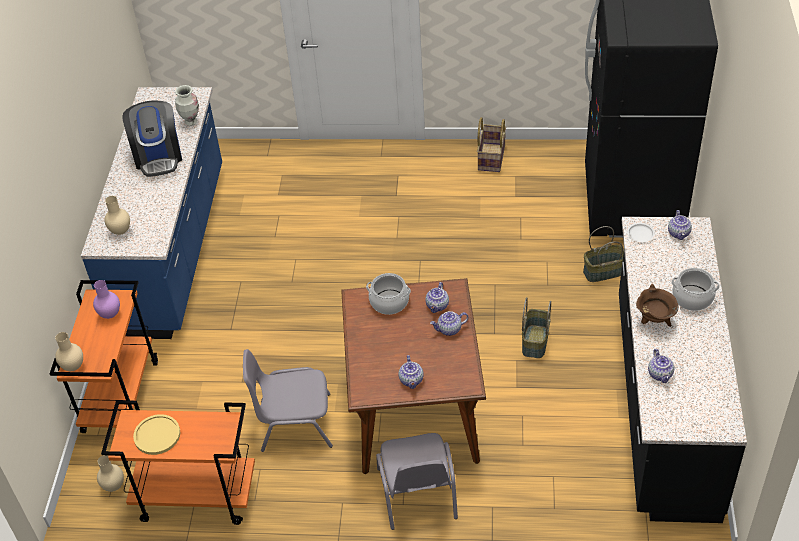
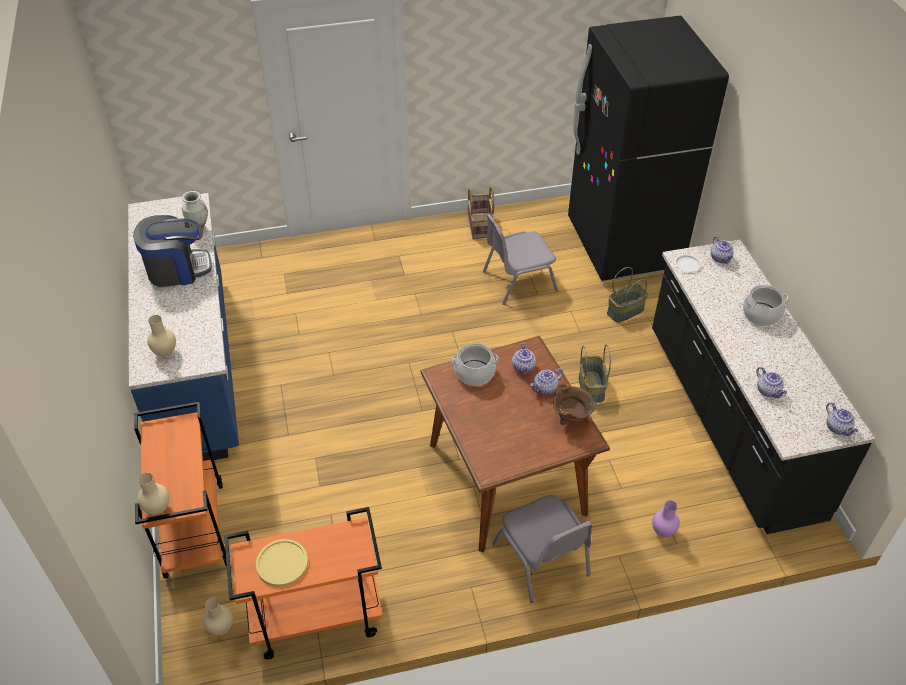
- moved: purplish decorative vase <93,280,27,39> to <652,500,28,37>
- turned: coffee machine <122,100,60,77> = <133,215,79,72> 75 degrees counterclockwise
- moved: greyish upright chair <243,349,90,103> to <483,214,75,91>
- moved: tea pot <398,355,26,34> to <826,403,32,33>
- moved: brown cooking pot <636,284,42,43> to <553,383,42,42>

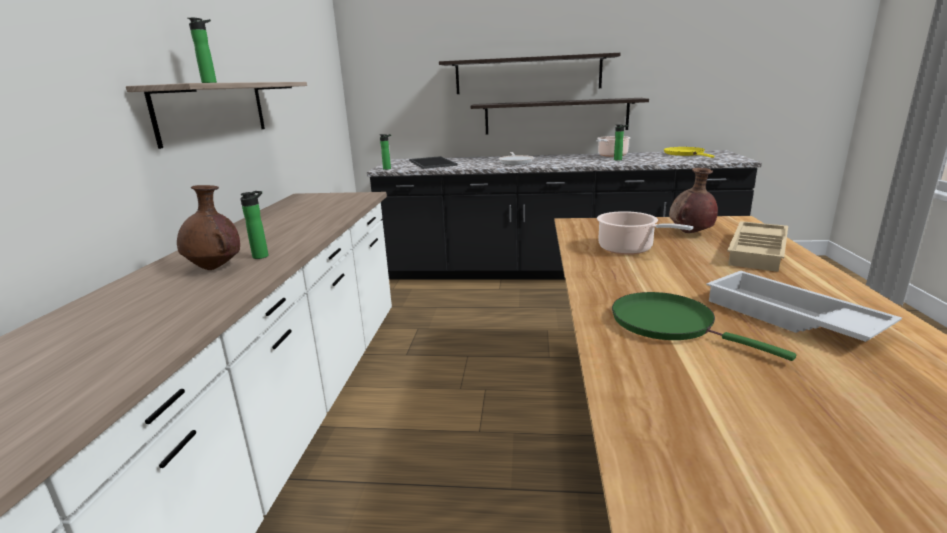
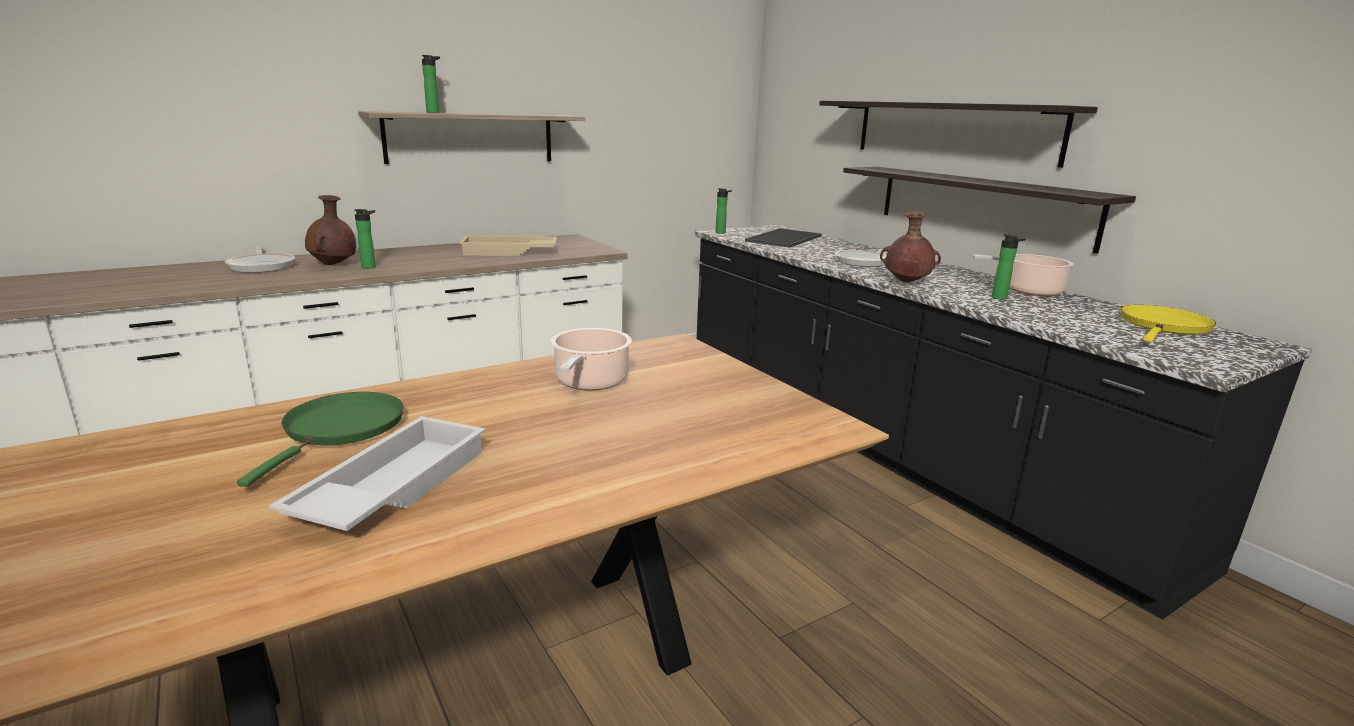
- moved: brown decorative vase <669,168,49,65> to <880,212,61,70>
- moved: sand-coloured serving tray <727,221,61,51> to <459,236,98,20>
- added: pan <225,246,70,27>

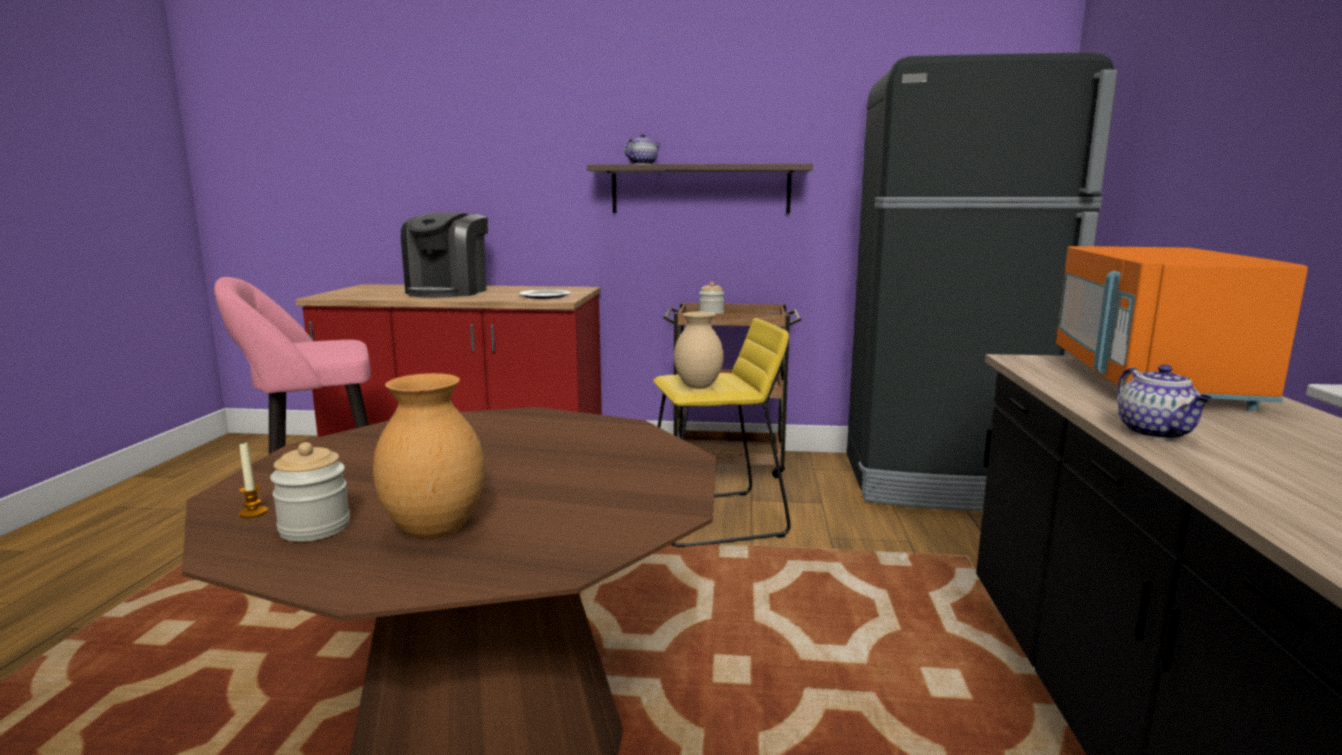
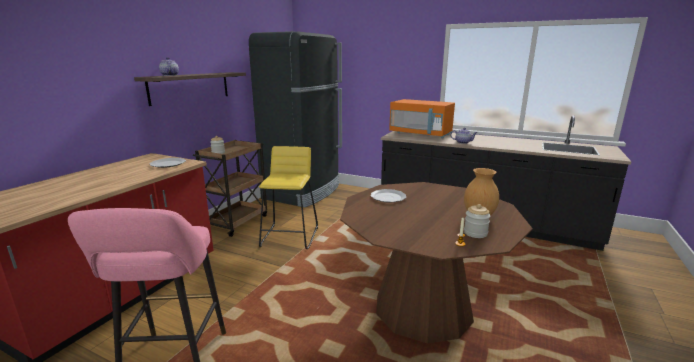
- removed: coffee machine <401,213,87,85>
- removed: sand-coloured decorative vase <674,312,50,77>
- added: flat dish <371,189,35,13>

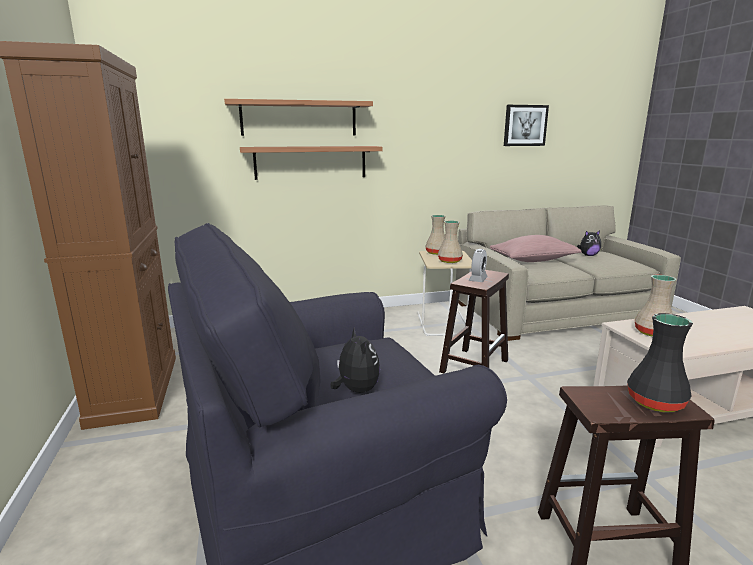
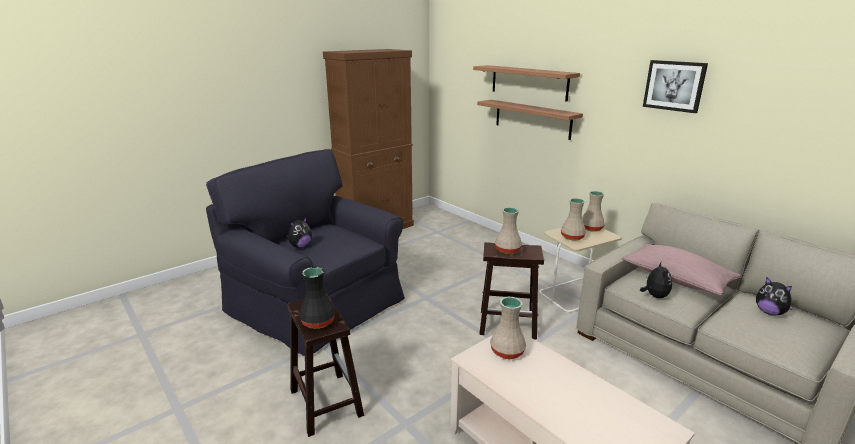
- replaced: alarm clock <469,249,19,33> to sand-coloured decorative vase <495,207,27,47>
- moved: picture <504,105,45,41> to <643,60,65,53>
- added: plush toy <640,261,32,37>

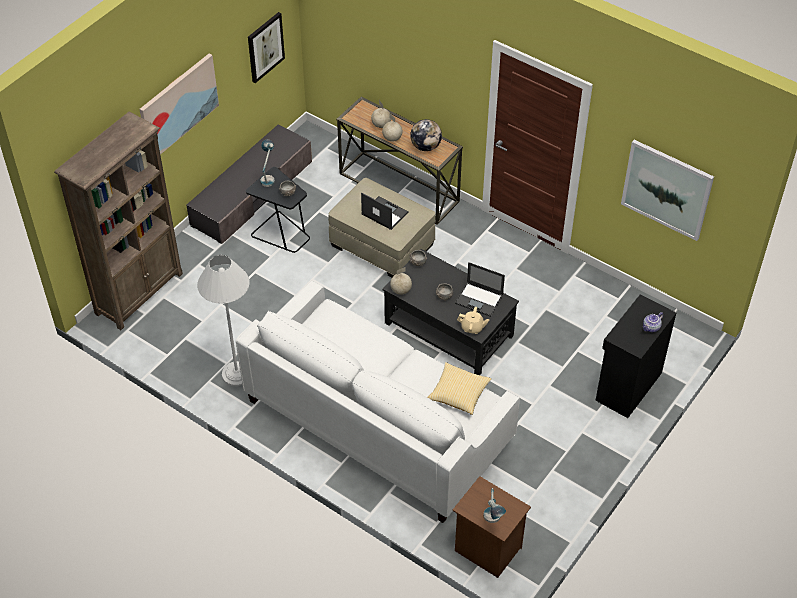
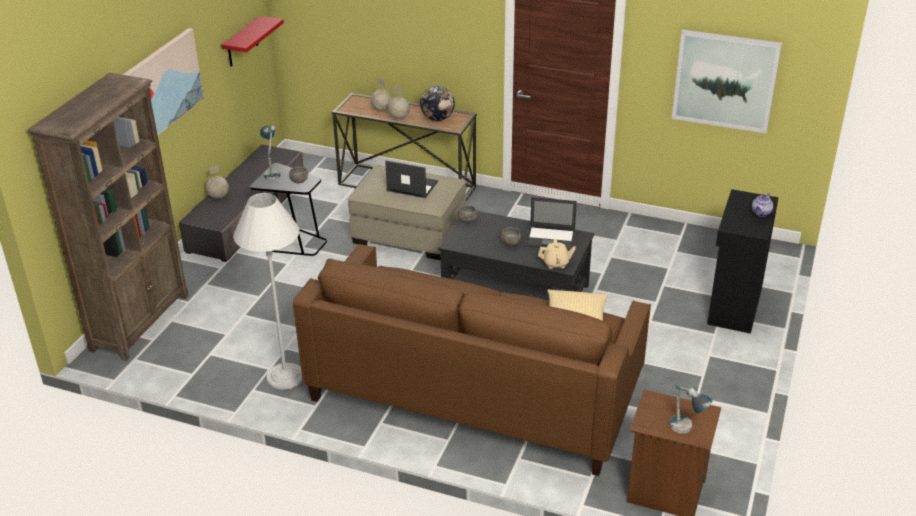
- recoloured: white couch <236,280,284,243> to brown couch <293,244,358,232>
- replaced: picture <248,12,37,71> to reddish shelf <222,16,62,51>
- moved: desk globe <390,267,22,28> to <205,165,24,34>

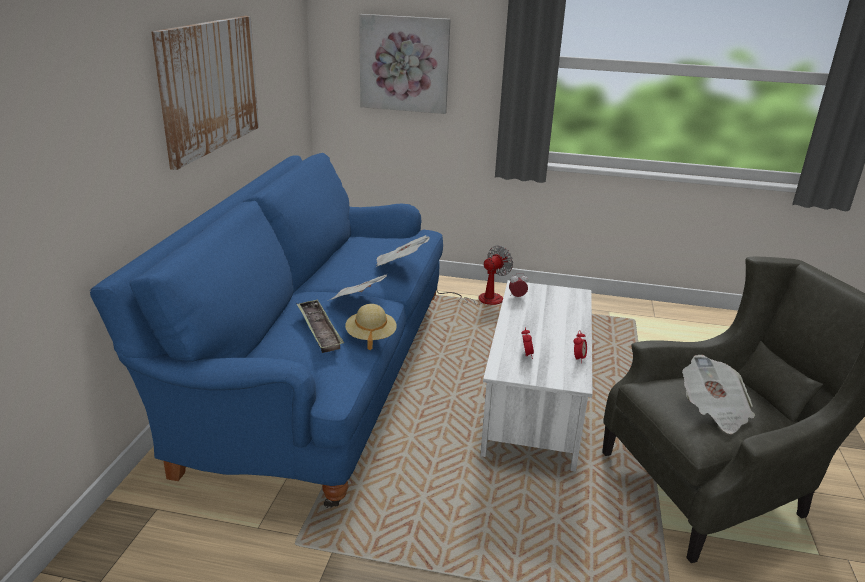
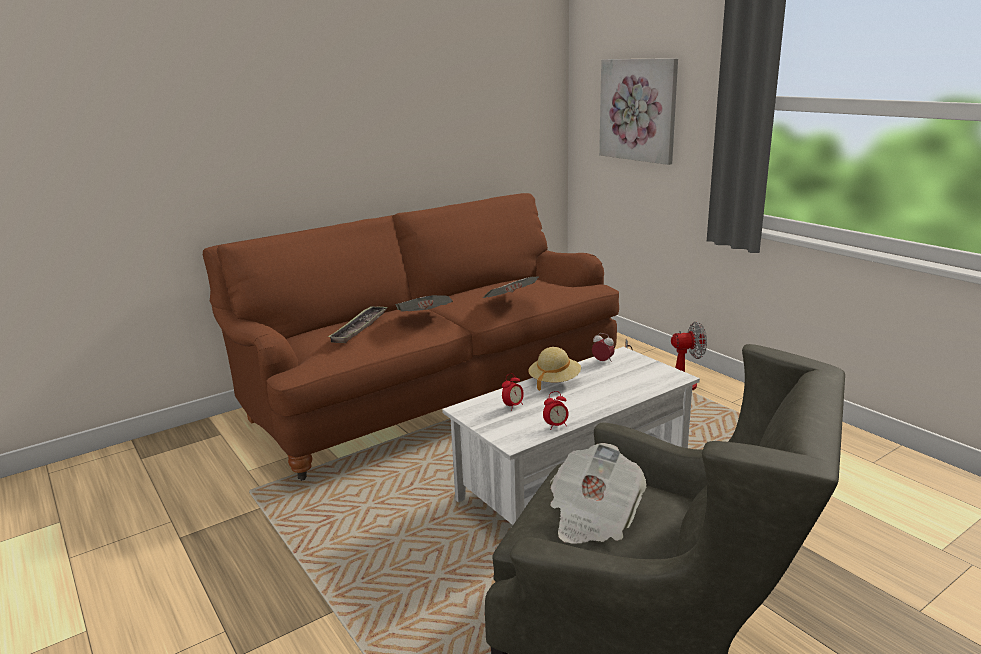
- recoloured: blue-coloured couch <90,153,353,355> to brown couch <203,193,416,288>
- removed: picture <151,16,108,154>
- moved: sand-coloured hat <345,304,52,46> to <528,347,53,44>

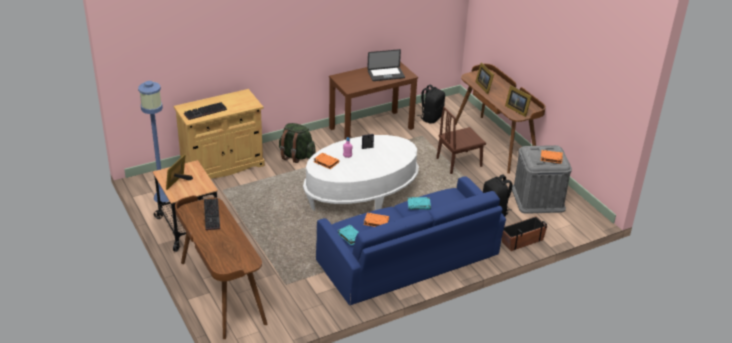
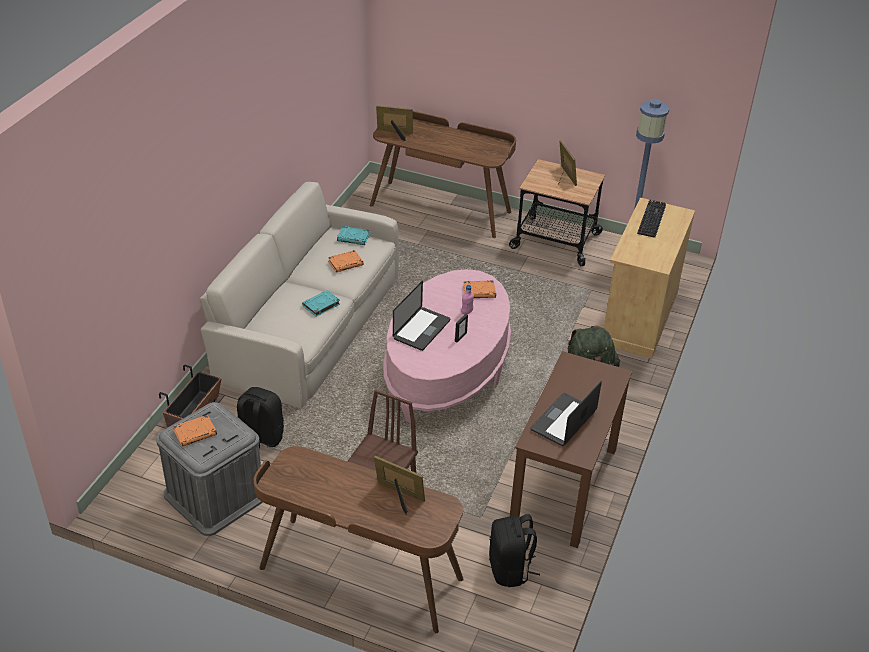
- removed: PC keyboard <204,198,16,32>
- recoloured: white coffee table <303,135,116,76> to pink coffee table <383,269,128,155>
- recoloured: blue-coloured couch <316,176,190,129> to sand-coloured couch <200,182,199,226>
- moved: photo frame <505,85,27,32> to <376,105,37,36>
- added: portable computer <393,281,57,70>

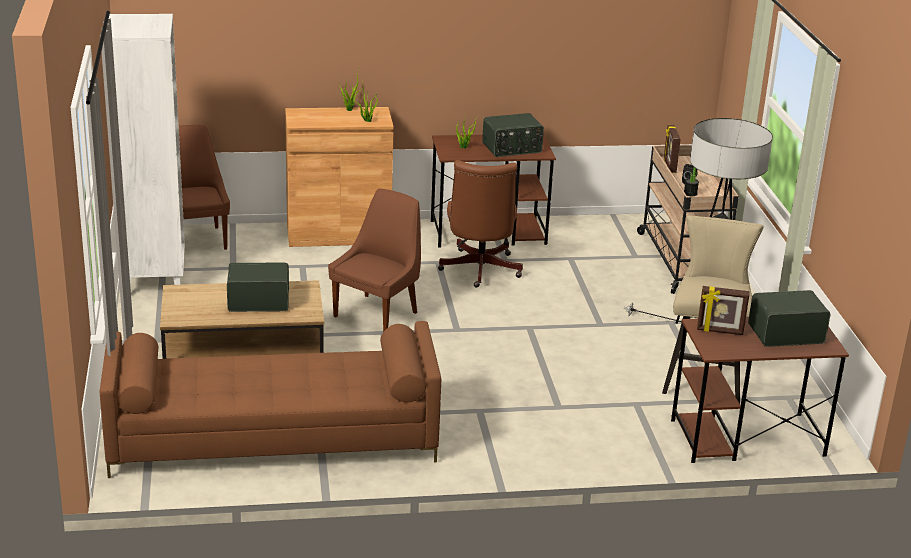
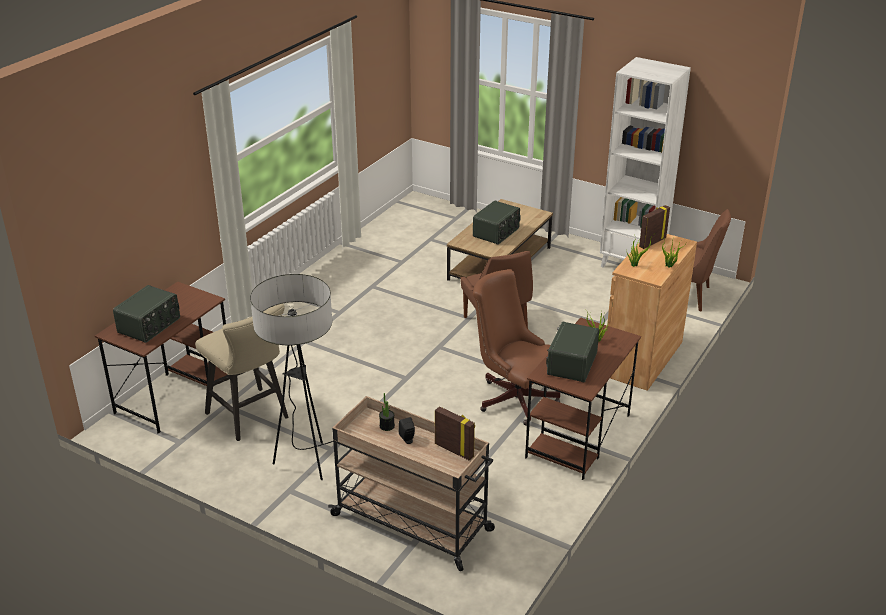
- removed: brown couch <100,321,341,157>
- moved: photo frame <697,286,52,49> to <639,205,31,44>

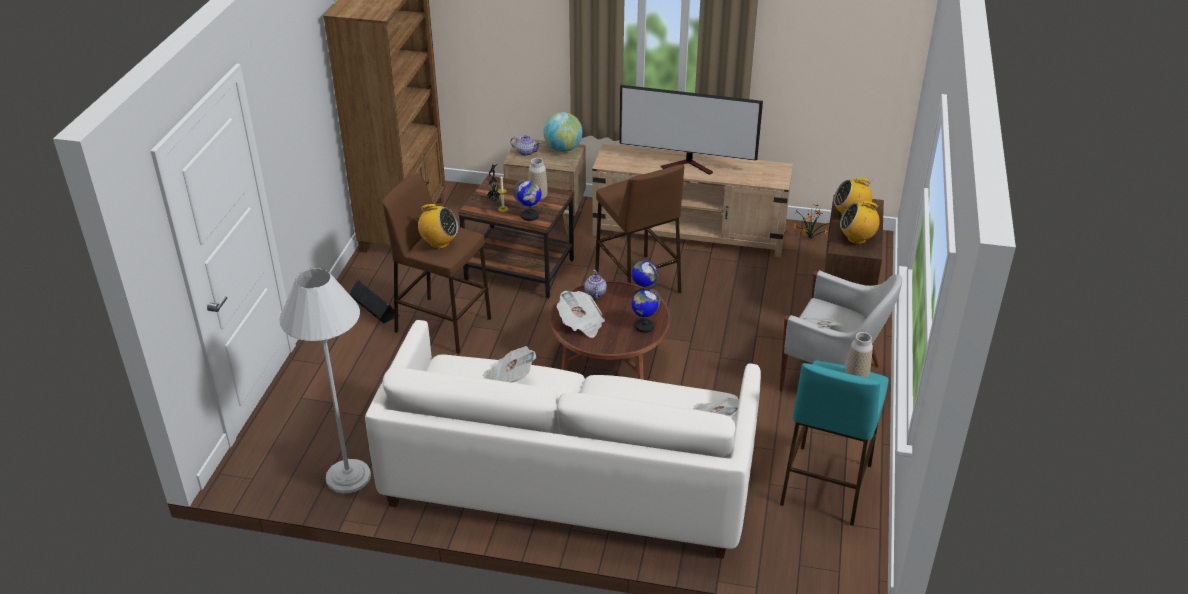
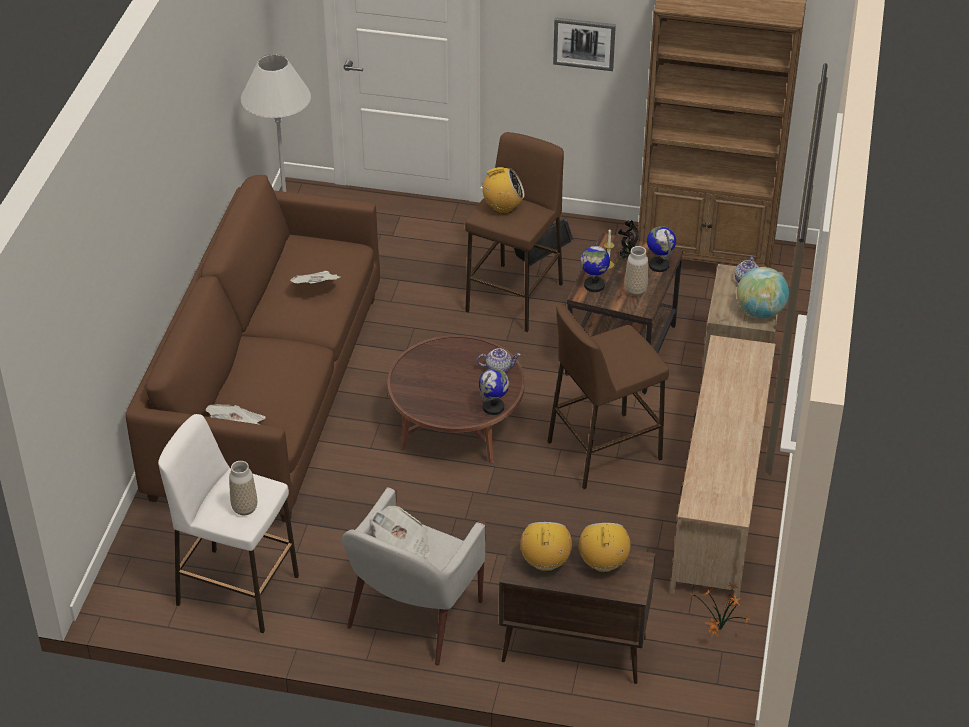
- recoloured: white couch <365,320,396,239> to brown couch <126,175,254,347>
- turned: radio receiver <414,204,44,45> = <482,167,43,47> 105 degrees counterclockwise
- removed: daily paper <557,291,48,47>
- removed: TV <619,85,144,90>
- moved: desk globe <631,289,30,44> to <647,226,29,46>
- recoloured: turquoise-coloured sitting stool <780,361,109,165> to white sitting stool <158,414,141,219>
- added: picture <553,17,63,54>

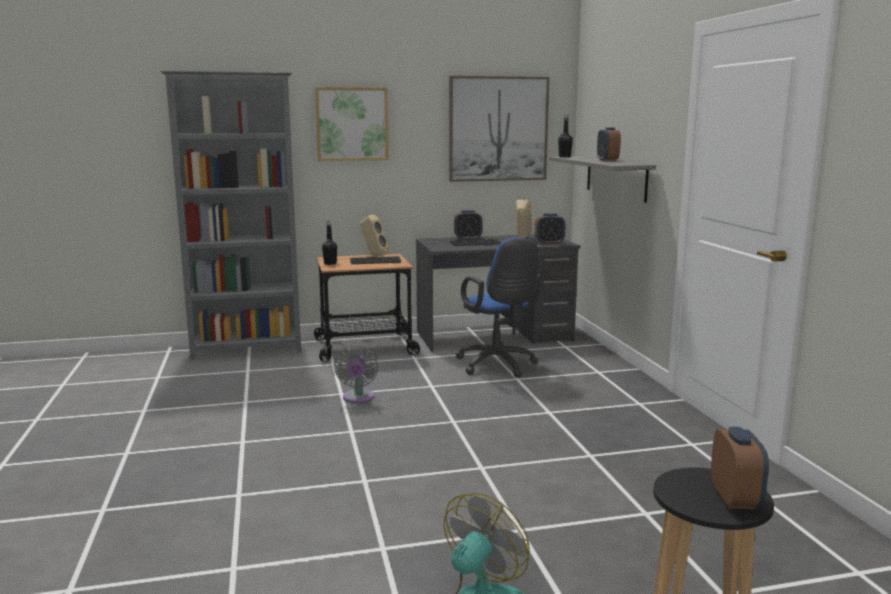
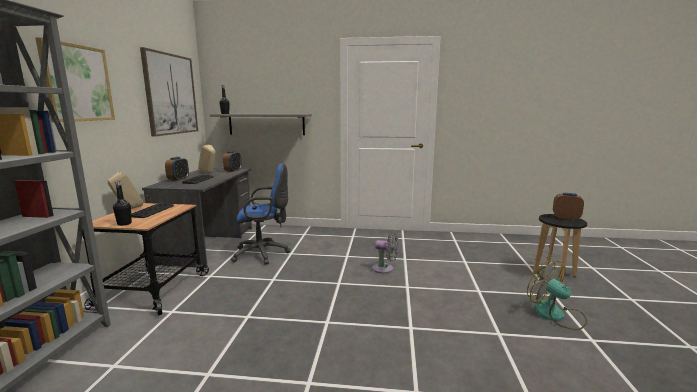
- moved: greyish electric fan <334,345,44,58> to <372,232,27,41>
- removed: alarm clock <597,127,24,34>

